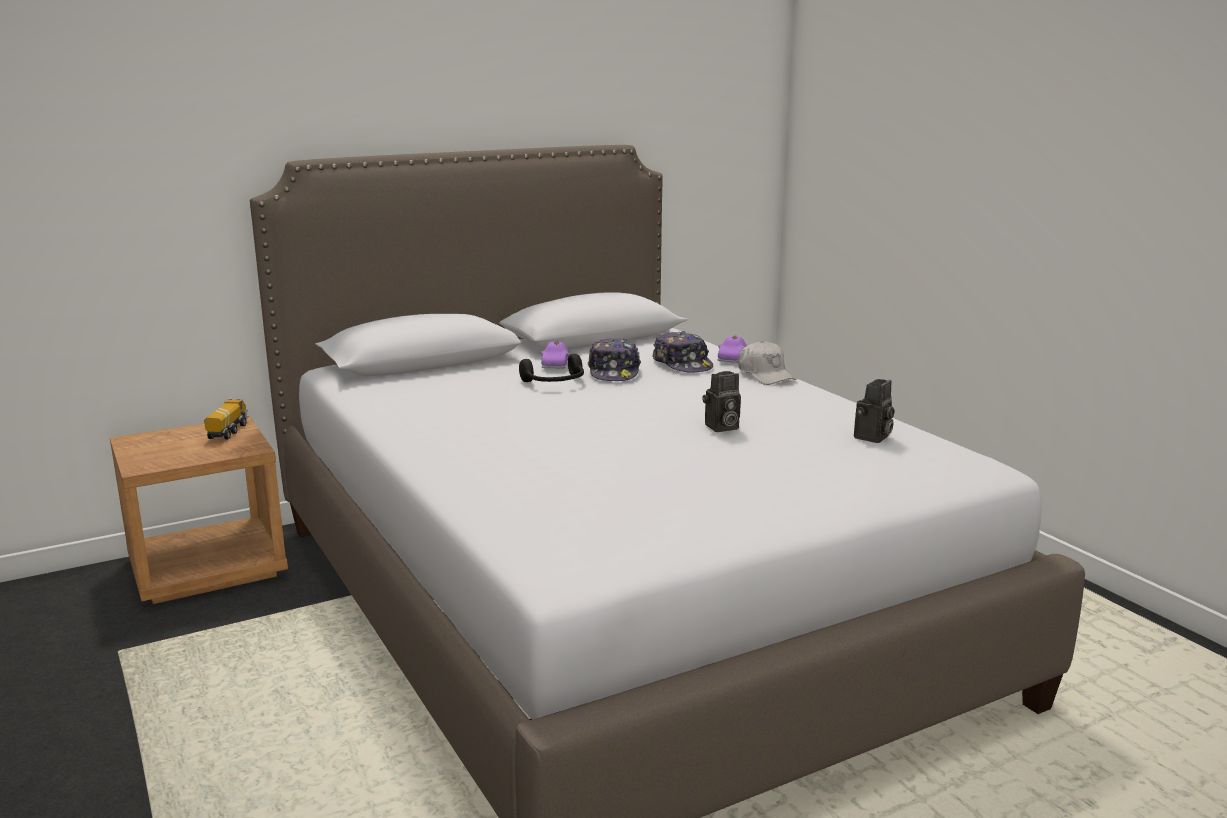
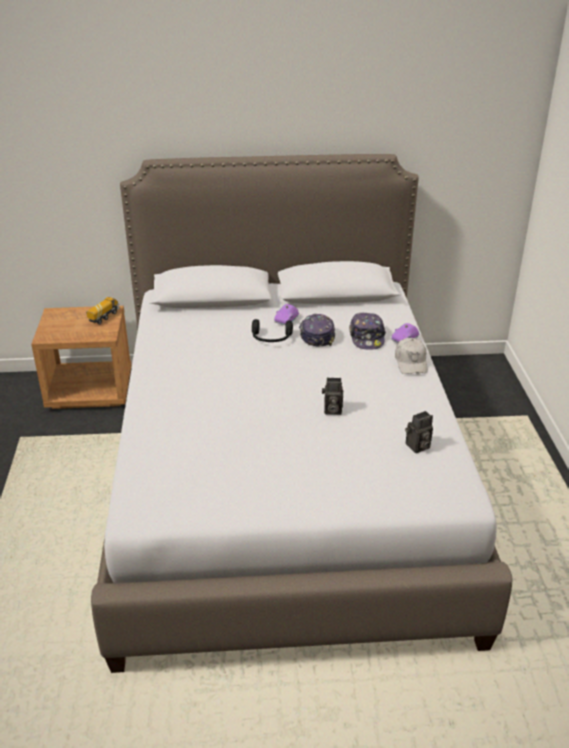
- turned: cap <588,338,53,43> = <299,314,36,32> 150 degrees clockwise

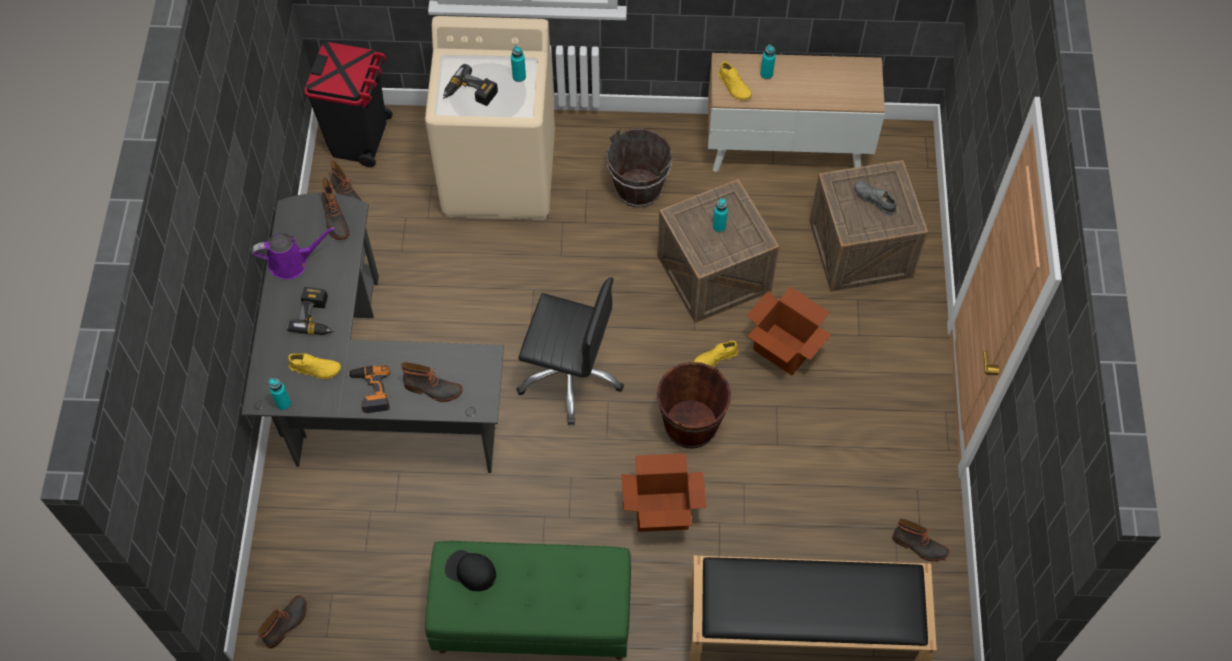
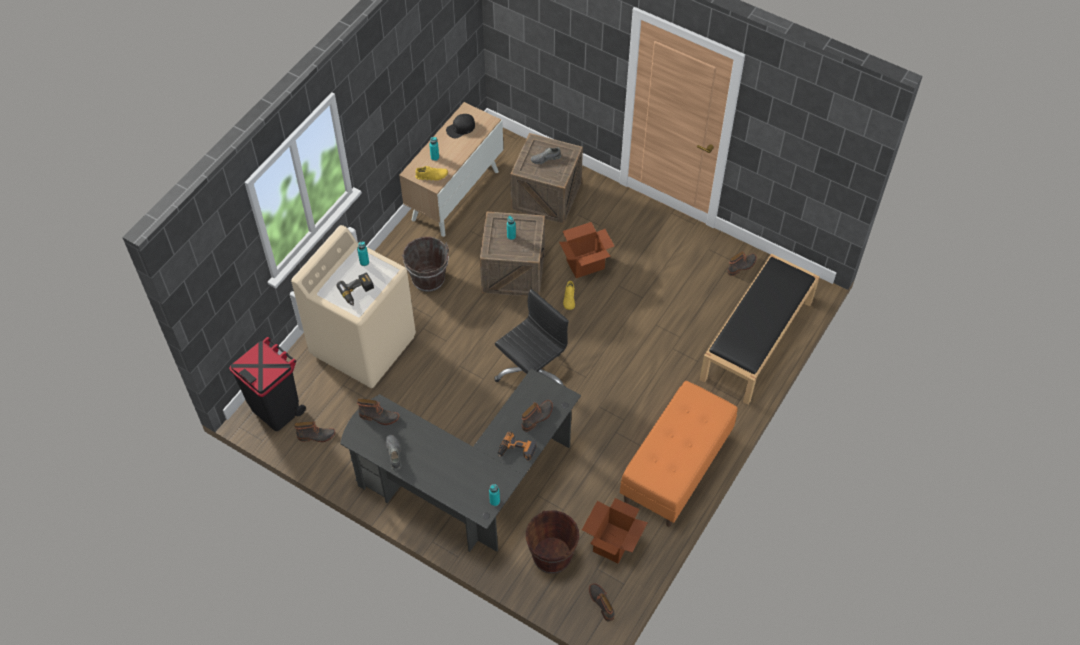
- replaced: purplish sprinkling can <252,227,83,53> to greyish low shoe <385,435,17,35>
- removed: power drill <287,287,48,48>
- removed: yellow low shoe <288,354,53,25>
- recoloured: green-coloured indoor bench <425,541,206,119> to orangey indoor bench <620,381,117,146>
- moved: black-coloured cap <445,550,51,41> to <446,114,29,25>
- moved: cardboard box <622,453,84,79> to <582,498,66,65>
- moved: brown pail <657,362,74,87> to <526,511,53,63>

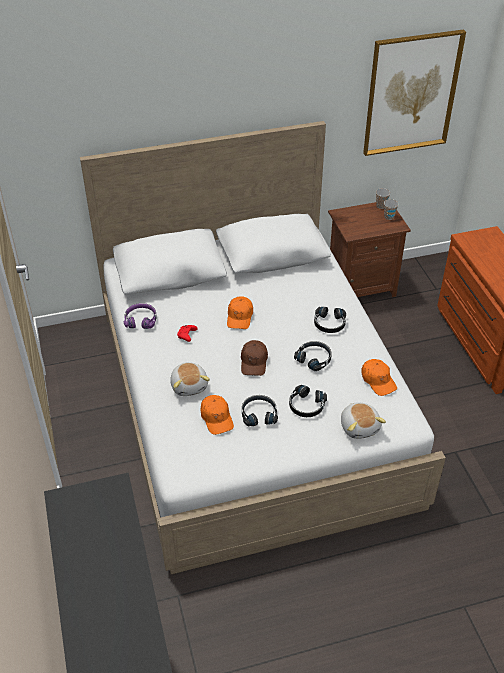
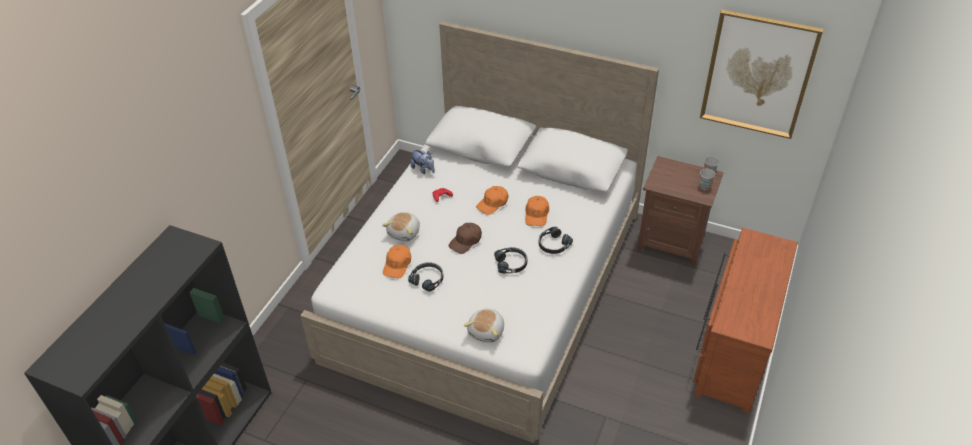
- replaced: purplish headset <124,303,33,26> to plush toy <411,149,24,25>
- removed: black-coloured headset <289,385,38,32>
- moved: orangey cap <361,359,36,37> to <525,196,24,30>

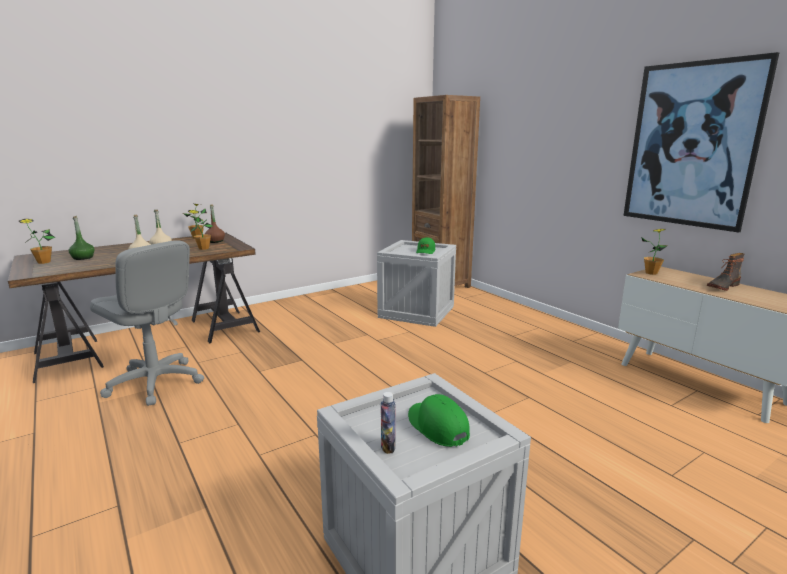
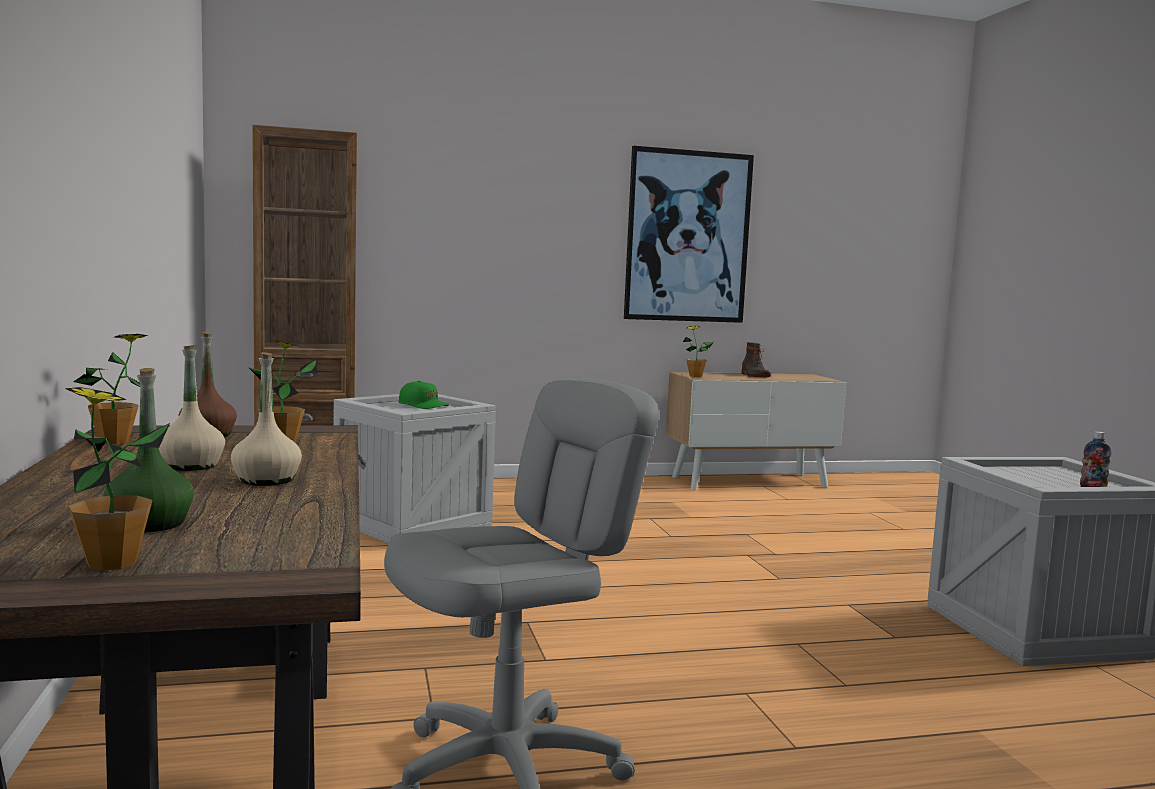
- removed: green-coloured cap <408,394,62,53>

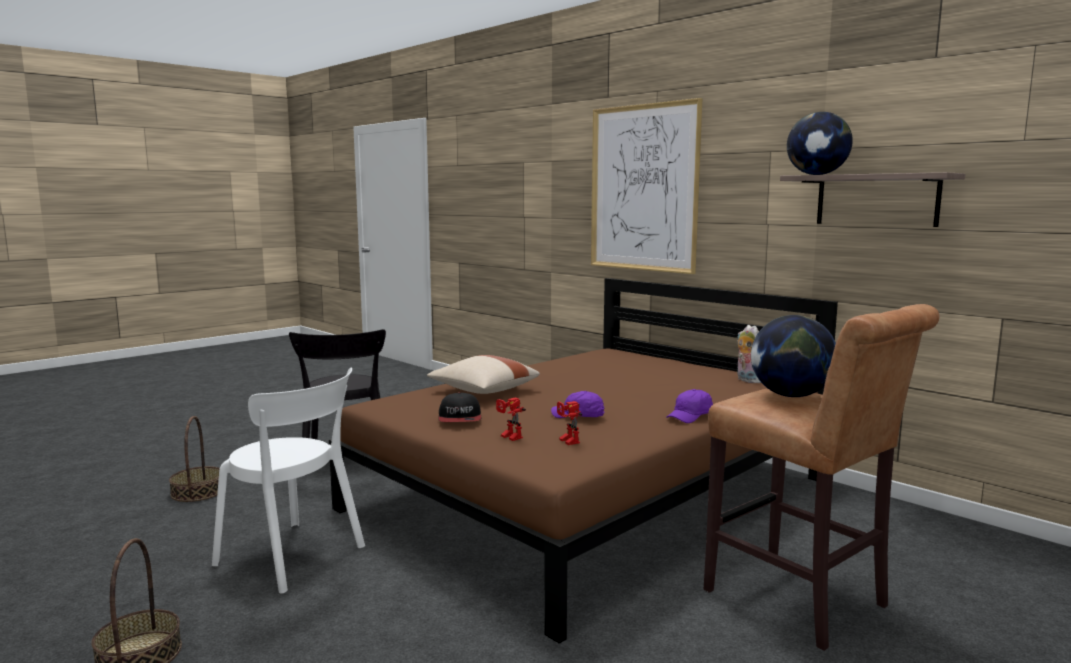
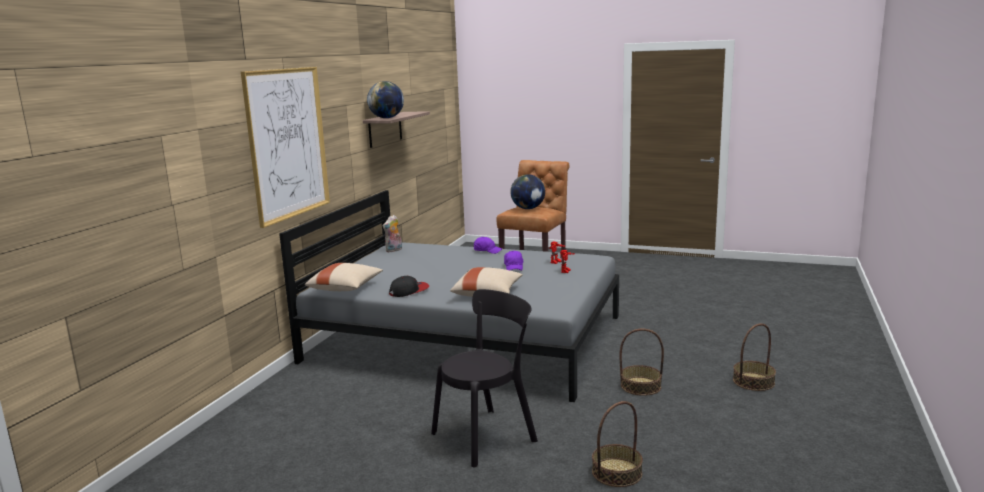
- replaced: white upright chair <212,368,153,226> to household basket <619,329,45,67>
- recoloured: brown bed <329,278,509,366> to greyish bed <279,190,340,212>
- moved: cap <439,392,42,30> to <389,276,40,21>
- added: sand-coloured pillow <305,263,78,28>

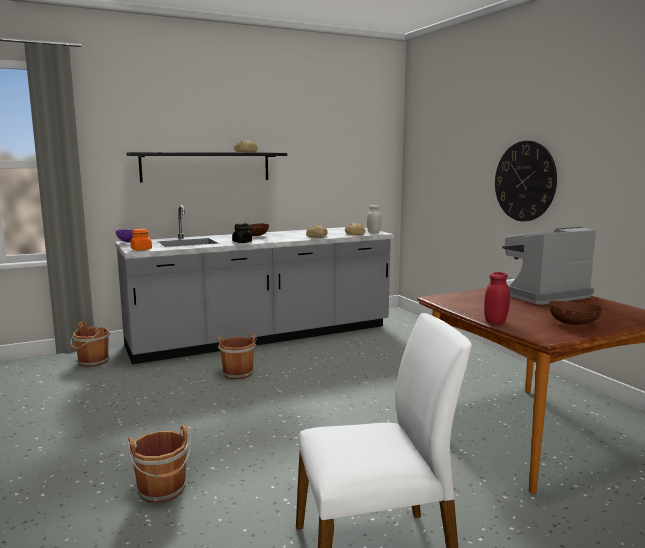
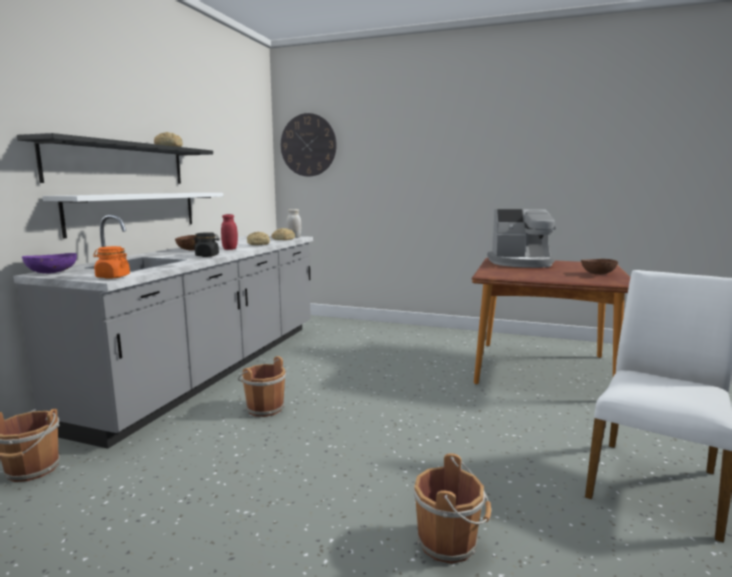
- moved: reddish preserve jar <484,272,26,52> to <221,214,17,36>
- moved: wall clock <495,141,62,80> to <281,113,56,63>
- turned: coffee machine <502,227,94,78> = <487,209,69,59> 105 degrees counterclockwise
- added: white shelf <42,193,181,46>

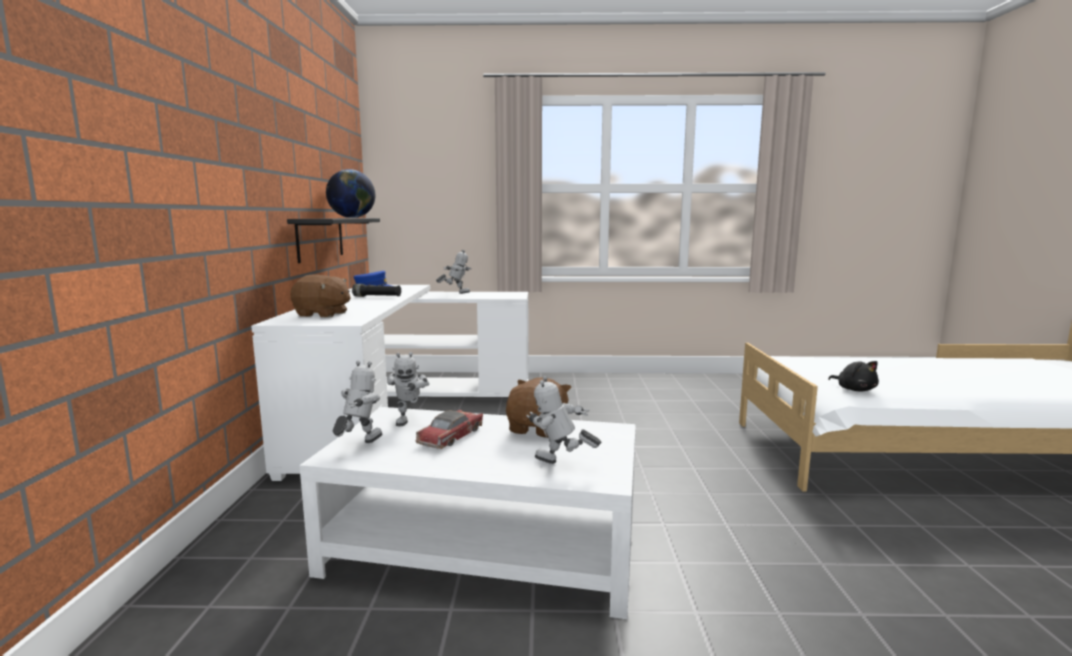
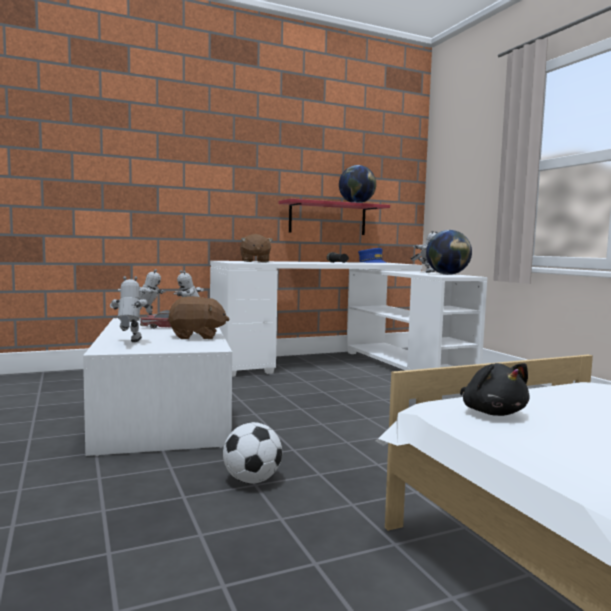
- recoloured: black-coloured shelf <287,218,93,45> to reddish shelf <279,199,111,36>
- turned: black-coloured plush toy <828,361,51,30> = <460,363,70,53> 60 degrees counterclockwise
- added: football <223,422,59,62>
- added: desk globe <426,230,46,45>

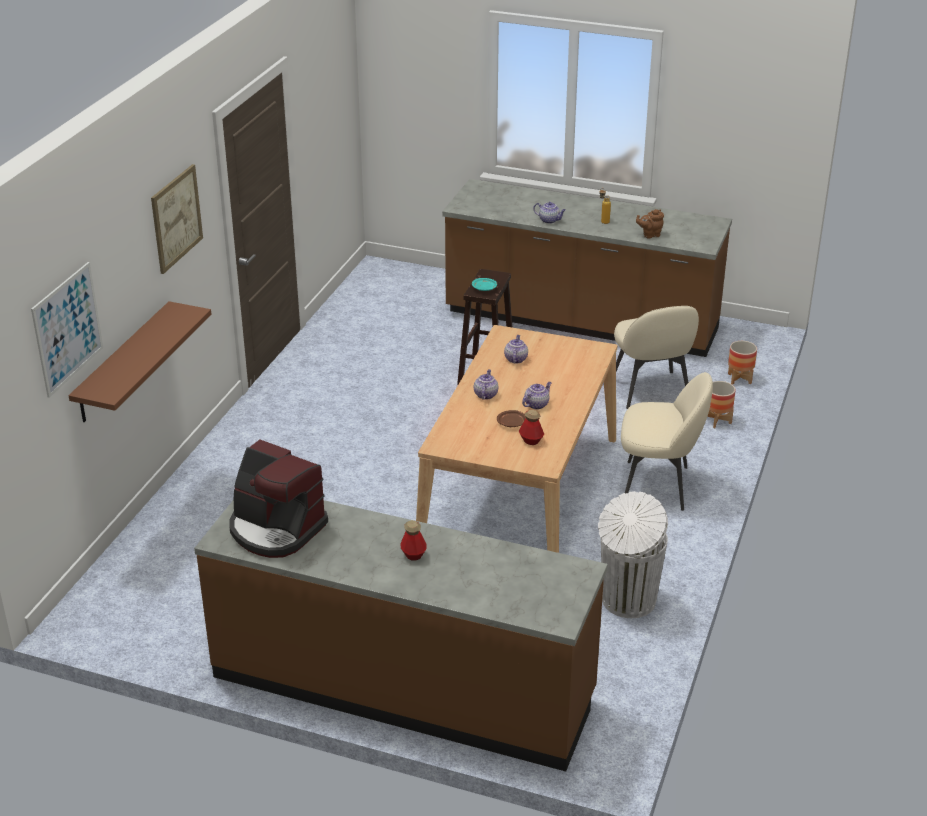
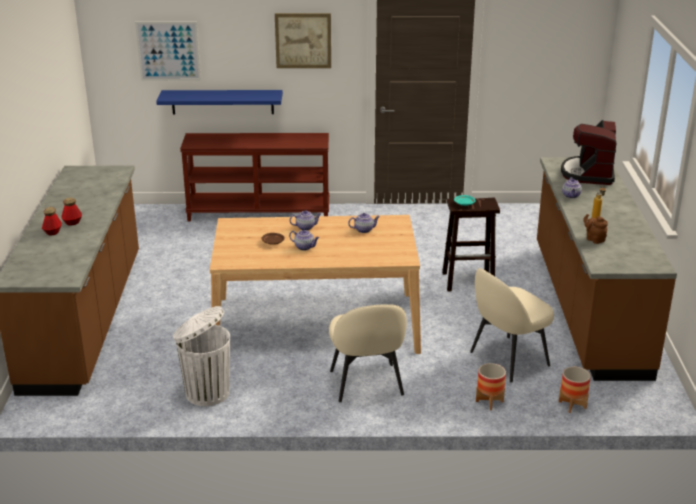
- recoloured: brown shelf <69,301,142,121> to blue-coloured shelf <156,90,127,25>
- moved: coffee machine <230,440,98,118> to <561,120,56,65>
- moved: drink bottle <519,410,25,35> to <42,207,20,29>
- added: brown hall table <180,133,149,89>

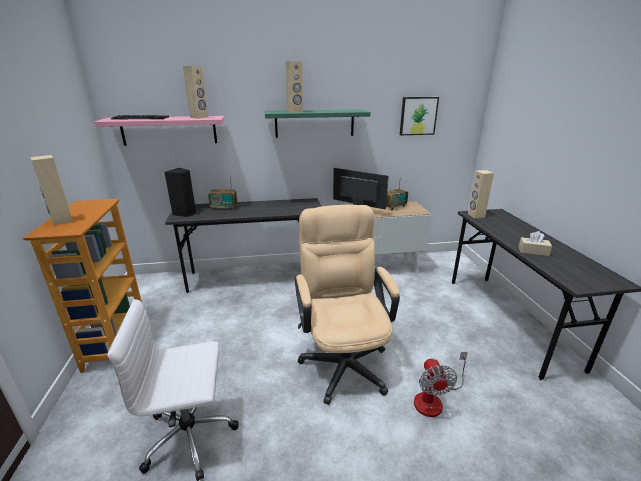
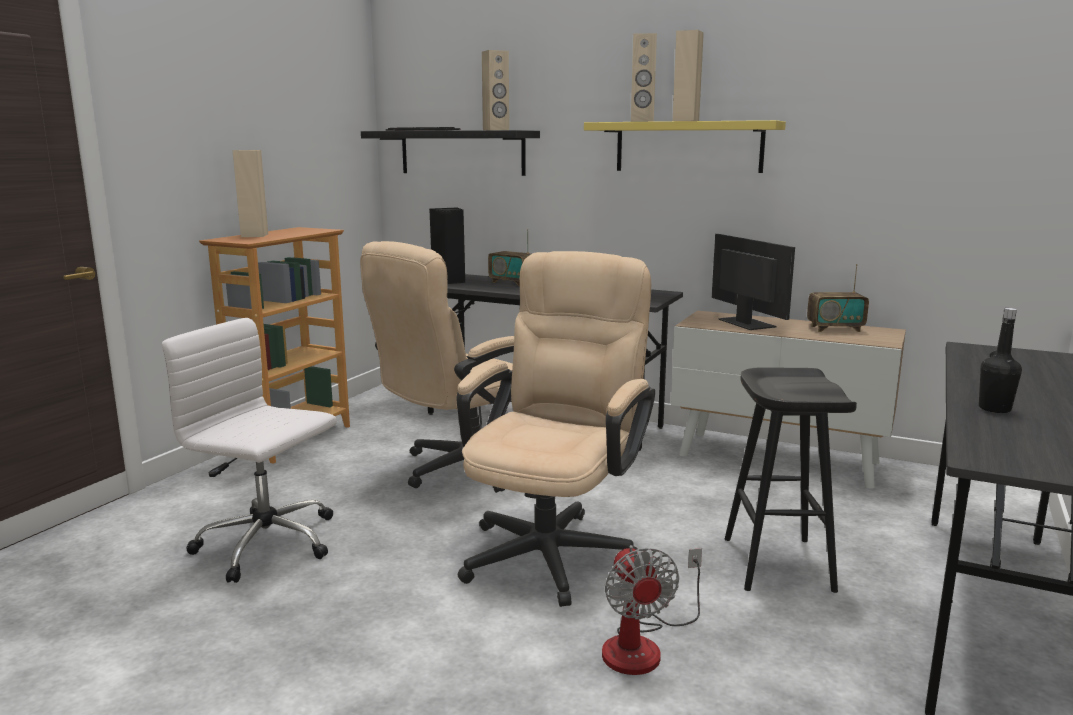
- recoloured: pink shelf <94,116,131,30> to black-coloured shelf <361,130,179,46>
- recoloured: green-coloured shelf <264,109,106,29> to yellow shelf <584,120,202,53>
- removed: picture <400,97,39,38>
- turned: electric fan <414,352,54,65> = <602,545,100,130> 45 degrees counterclockwise
- moved: sand-coloured audio speaker <468,170,26,48> to <673,30,31,91>
- replaced: sand-coloured tissue box <518,231,34,25> to black-coloured drink bottle <979,308,43,105>
- added: sand-coloured desk chair <360,241,154,252>
- added: black-coloured sitting stool <725,367,132,226>

